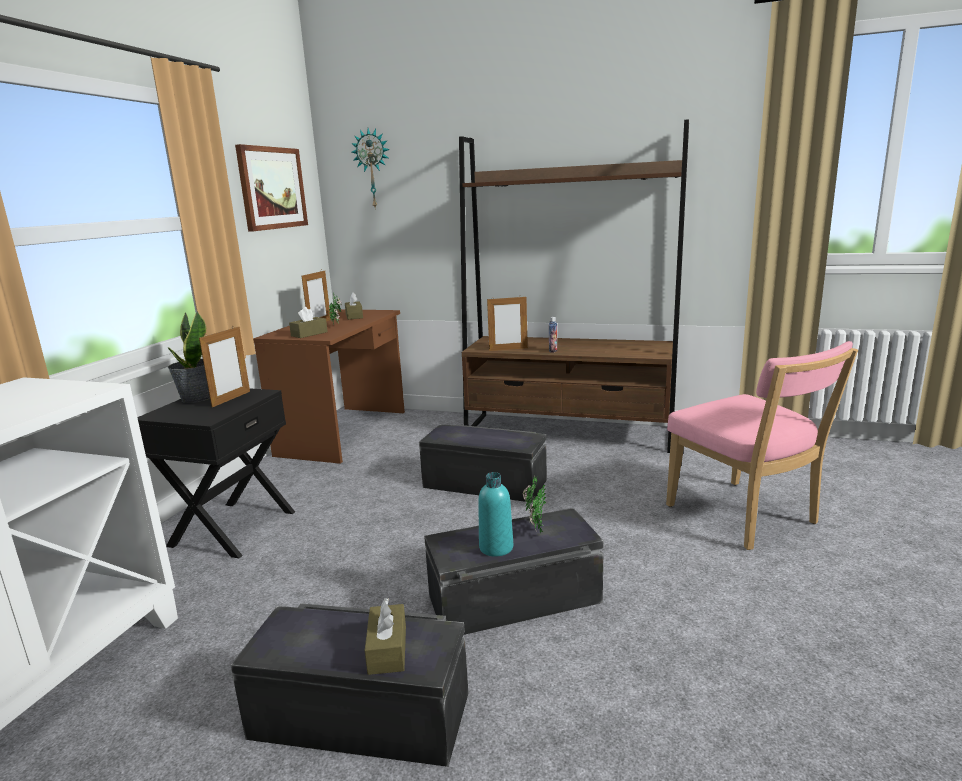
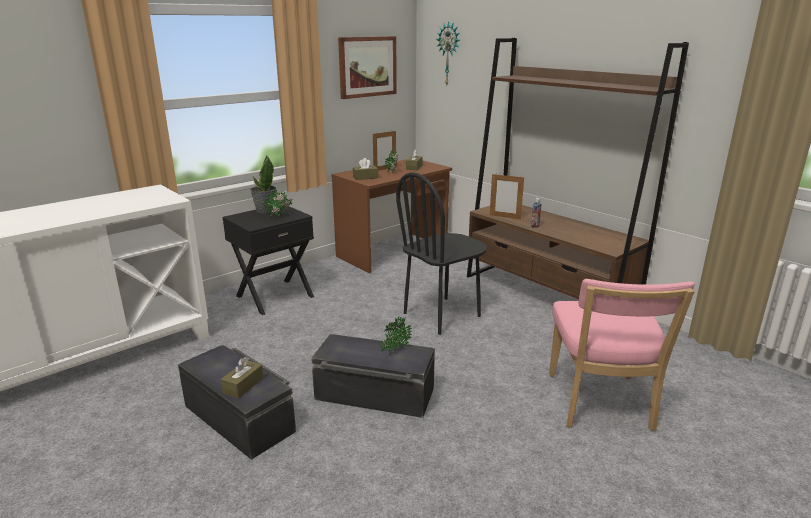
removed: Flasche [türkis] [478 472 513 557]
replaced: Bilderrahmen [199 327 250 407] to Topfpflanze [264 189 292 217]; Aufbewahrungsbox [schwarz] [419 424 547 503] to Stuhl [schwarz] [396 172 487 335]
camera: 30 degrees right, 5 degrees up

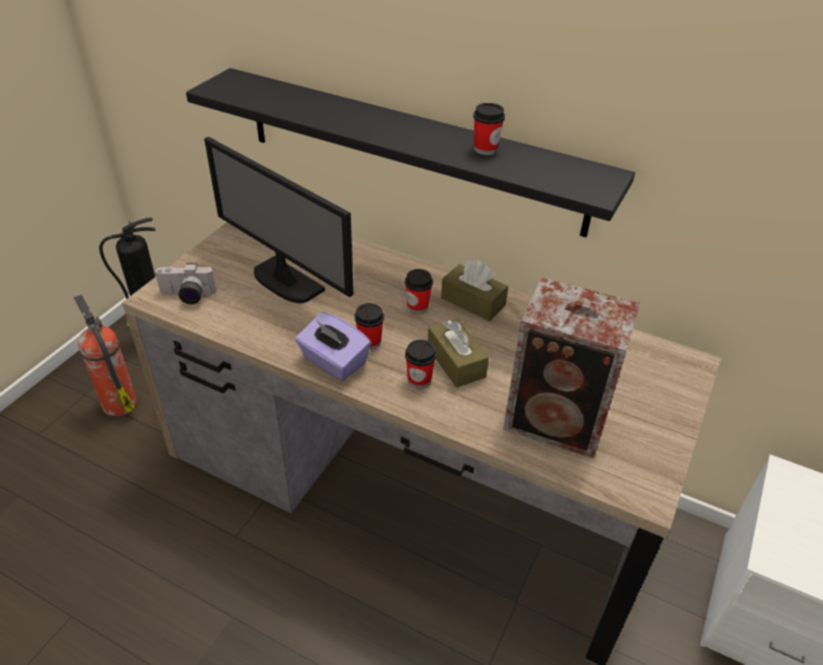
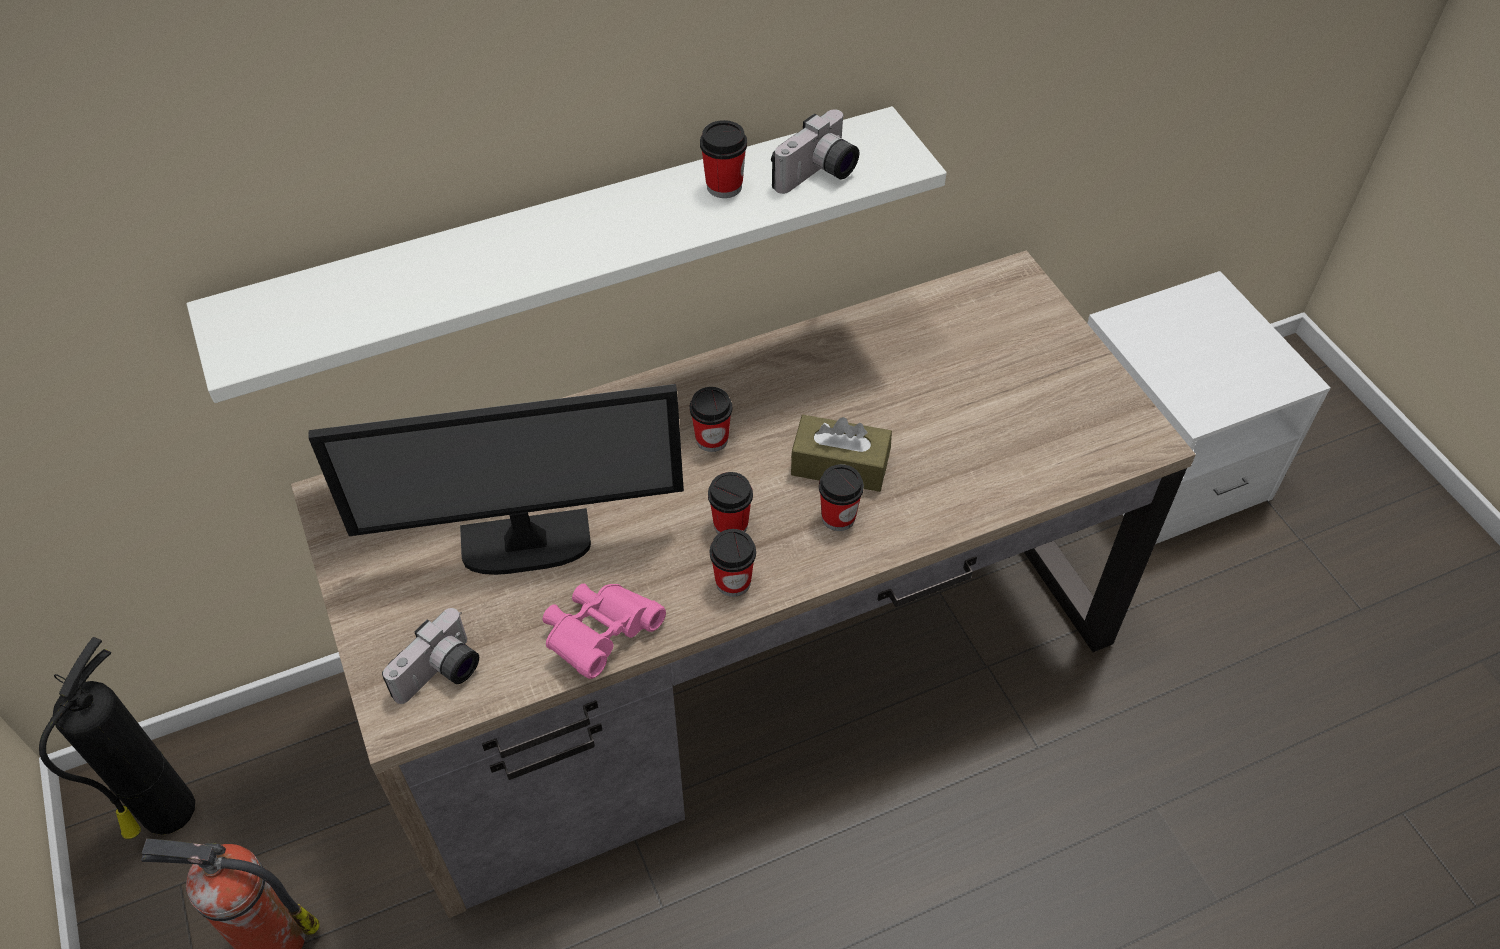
removed: Taschentuchbox [braun] [441 260 508 321]; Lautsprecher [503 277 640 458]
added: Fernglas [rosa] [543 583 666 679]; Kamera [771 109 859 194]
replaced: Taschentuchbox [lila] [295 312 371 381] to Tasse [710 529 756 597]
recoloured: Wandregal [schwarz] [186 68 635 237] to Wandregal [weiß] [187 106 947 403]
camera: 50 degrees left, 10 degrees up

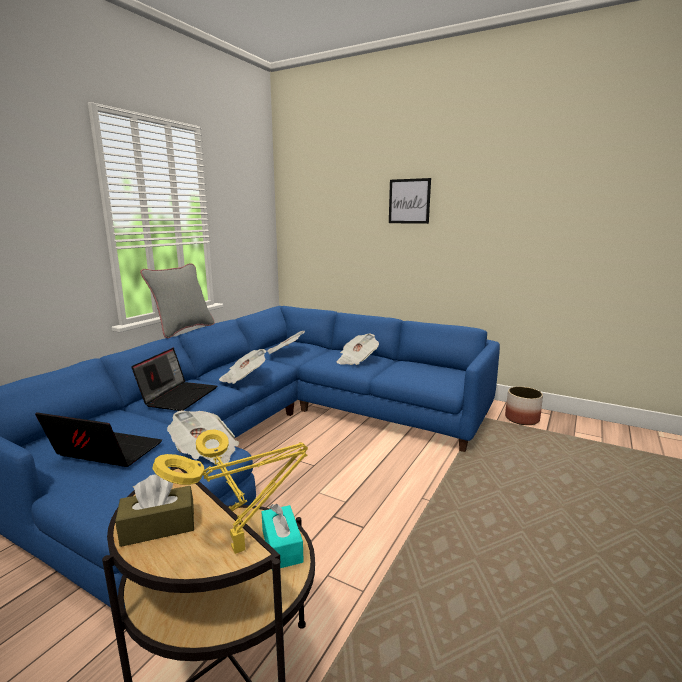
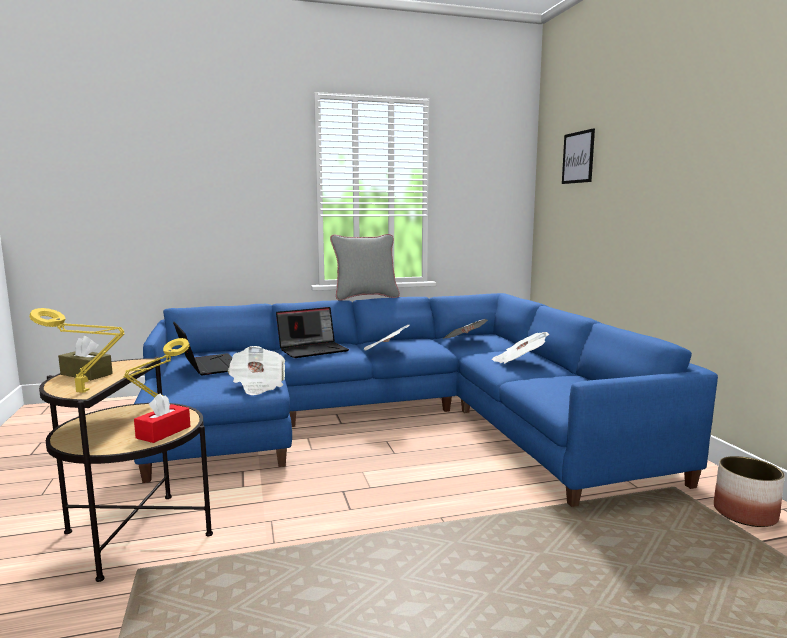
moved: Bild [389 178 431 224] to [562 128 595 184]
recoloured: Taschentuchbox [türkis] [262 504 304 568] to Taschentuchbox [rot] [134 393 190 443]
camera: 45 degrees right, 5 degrees down

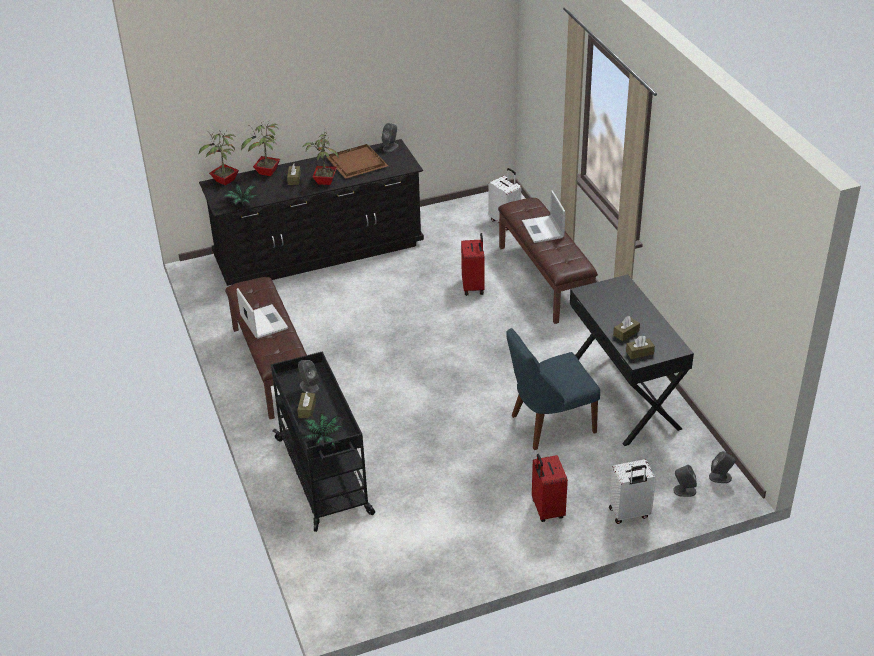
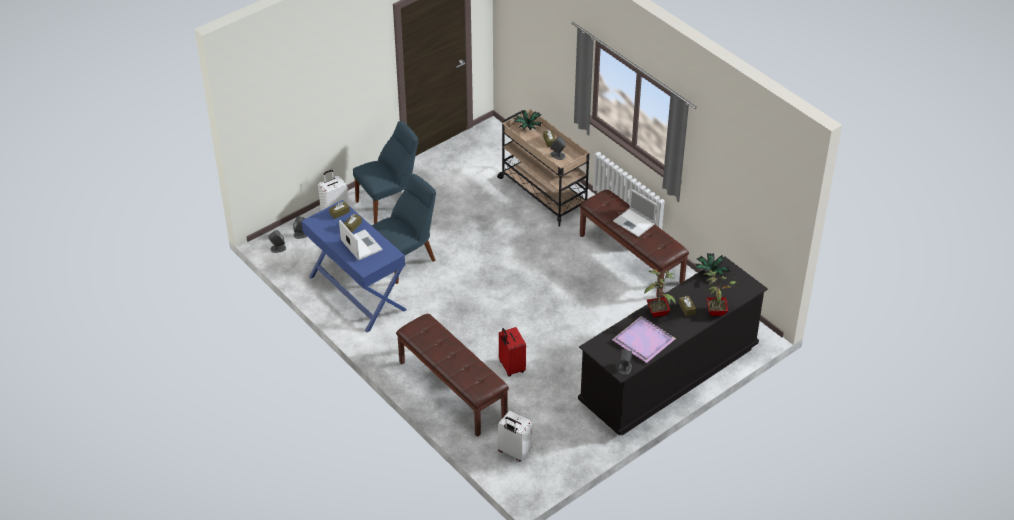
removed: Topfpflanze [199 130 239 186]
moved: Laptop [522 190 566 243] to [339 220 382 260]
replaced: Koffer [rot] [532 454 568 522] to Stuhl [blau] [353 121 418 224]
recoloured: Rollwagen [schwarz] [271 351 375 532] to Rollwagen [beige] [497 109 589 226]; Tablett [braun] [326 144 388 179] to Tablett [lila] [612 316 676 363]; Schreibtisch [schwarz] [570 274 694 446] to Schreibtisch [blau] [301 200 407 332]
camera: 160 degrees right, 5 degrees up

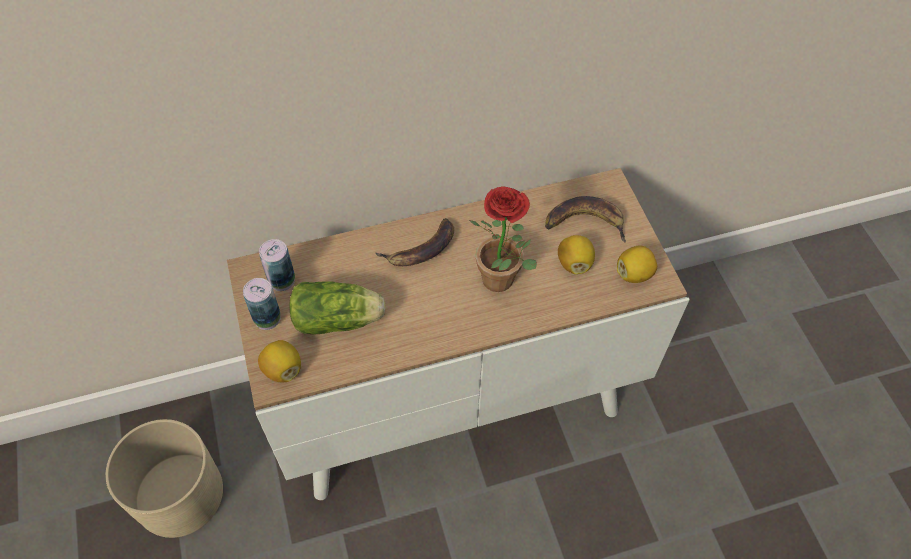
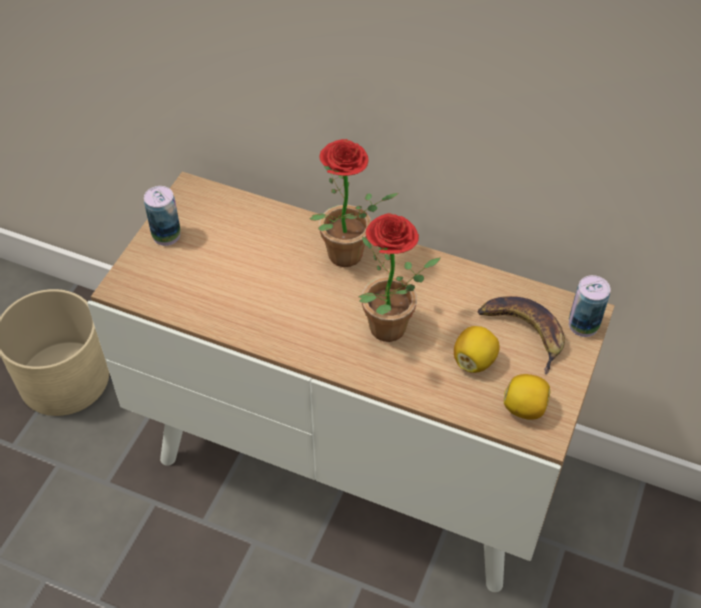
removed: Zitrone [258 340 301 382]; Salatkopf [290 281 386 335]
moved: Dose [259 239 295 291] to [569 275 611 337]
replaced: Banane [376 218 454 266] to Topfpflanze [309 139 398 267]
camera: 40 degrees right, 5 degrees down

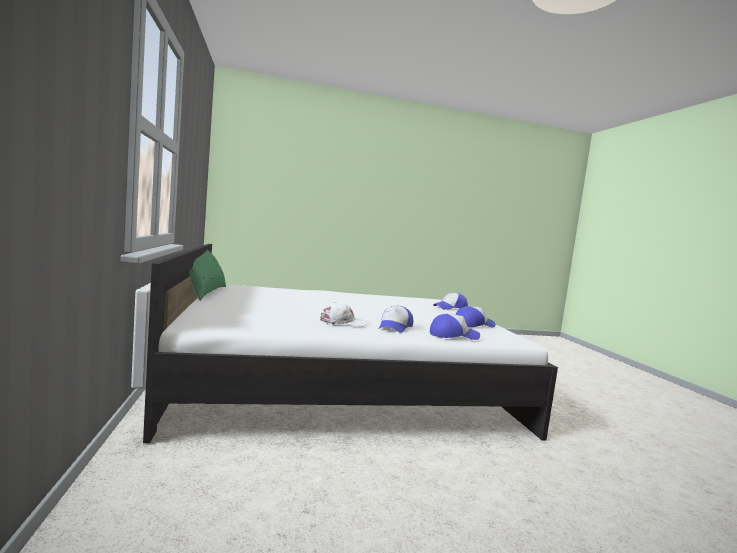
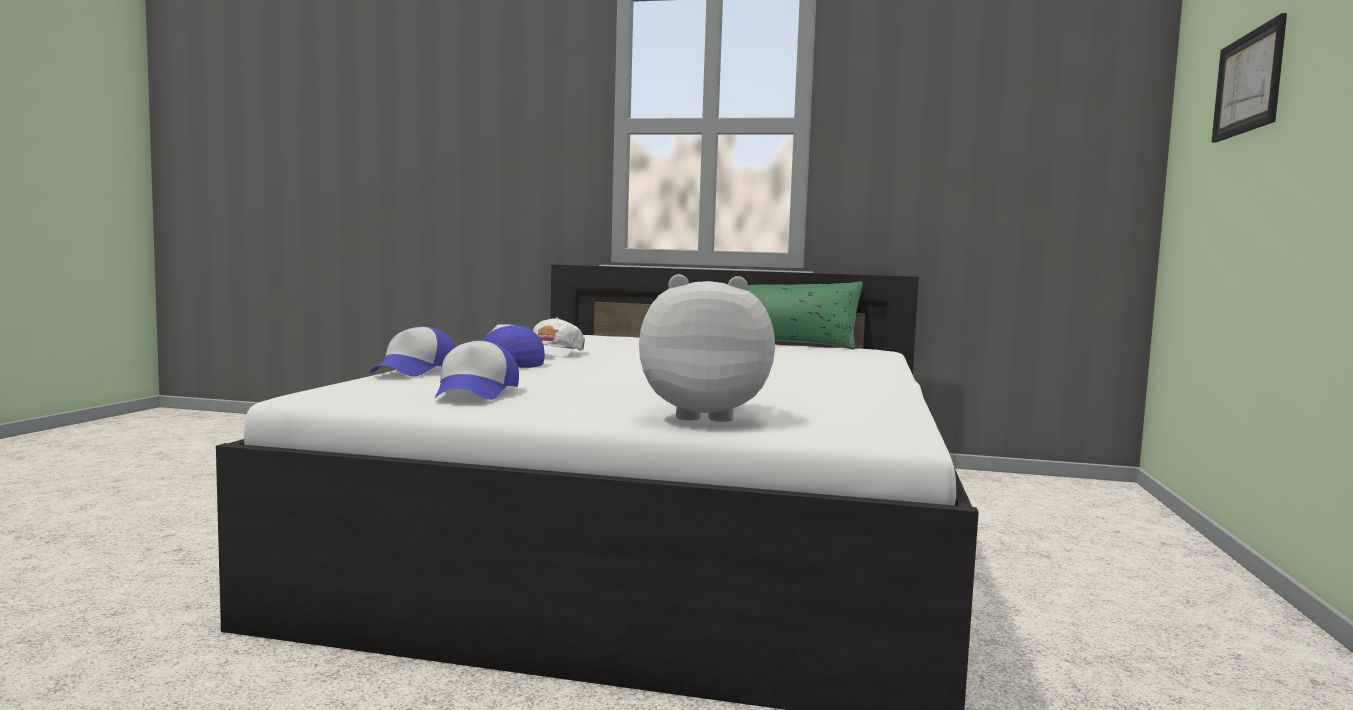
added: Bild [1212 13 1287 143]
replaced: Kappe [433 293 468 310] to Plüschtier [639 274 775 422]
camera: 115 degrees right, 0 degrees up

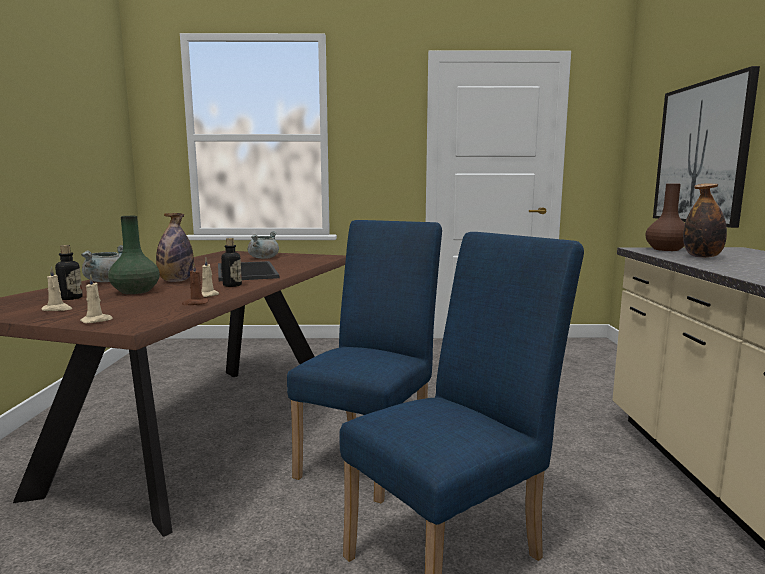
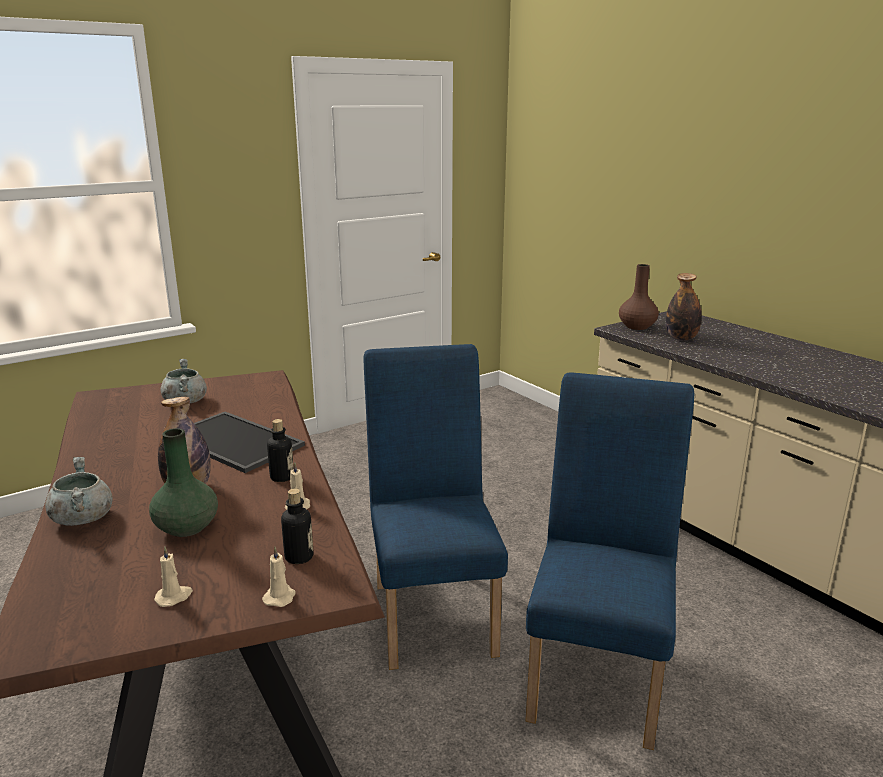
removed: Kerze [braun] [182 263 209 305]; Bild [653 66 760 228]
moved: Flasche [55 245 83 300] to [281 489 313 564]
camera: 35 degrees left, 10 degrees up

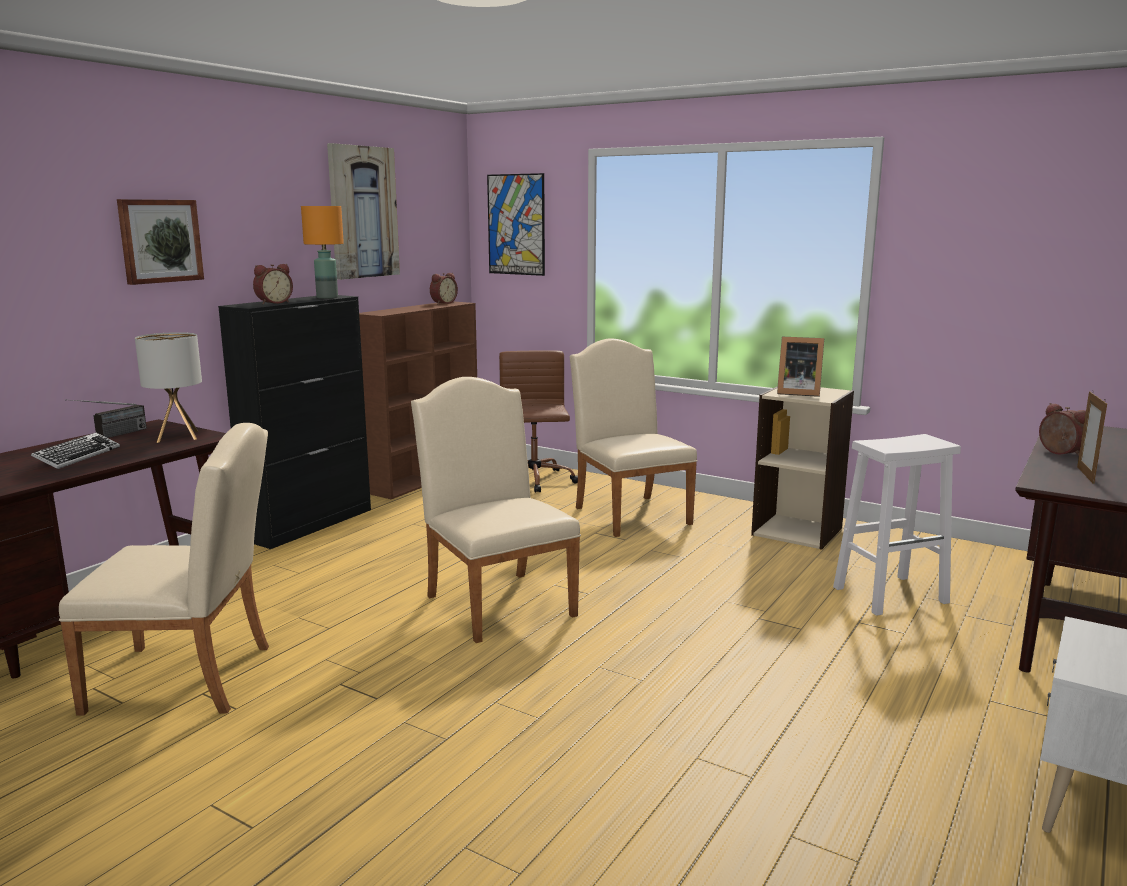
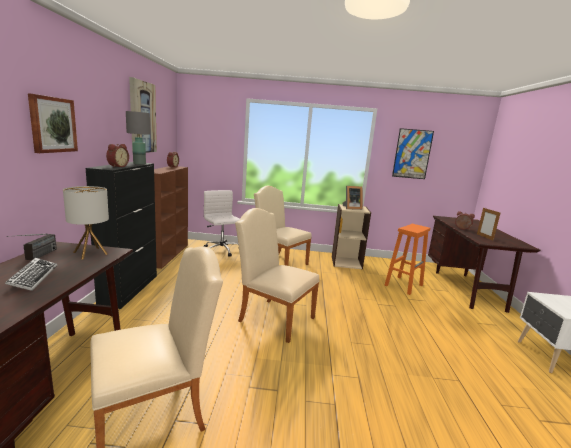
moved: Bild [487 173 545 276] to [392 128 434 179]
recoloured: Tischlampe [orange] [301 206 344 299] to Tischlampe [grau] [126 111 150 165]; Bürostuhl [braun] [499 350 578 493] to Bürostuhl [weiß] [204 190 240 257]; Hocker [weiß] [833 434 961 616] to Hocker [orange] [385 224 430 295]
camera: 30 degrees left, 0 degrees up

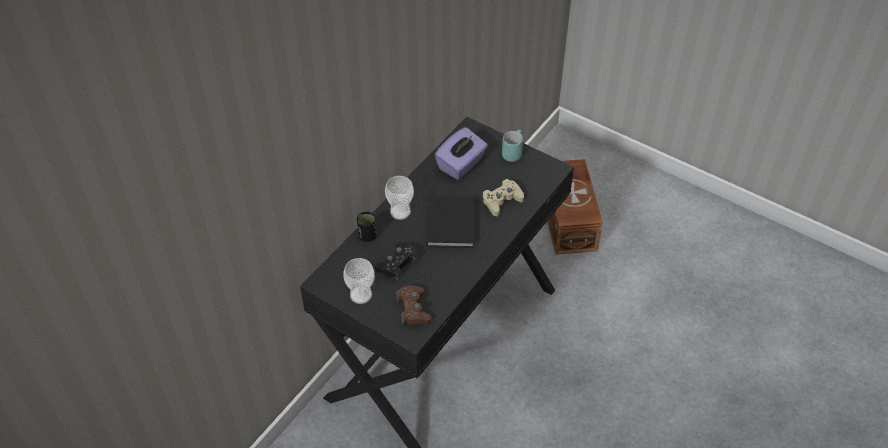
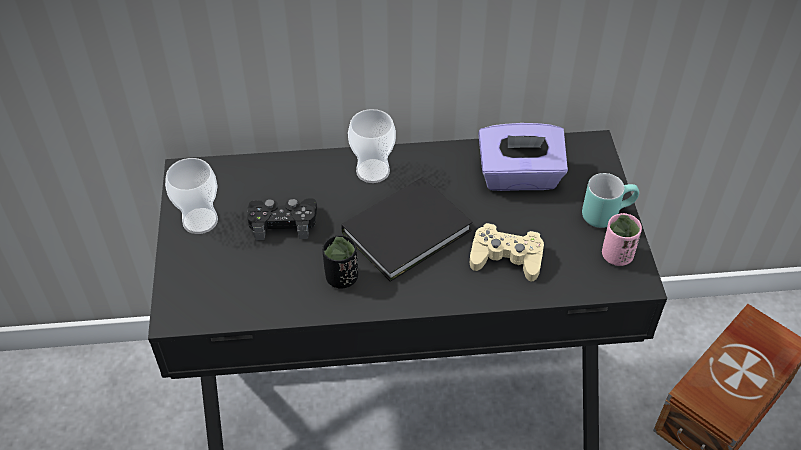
removed: Gamepad [braun] [396 285 431 325]
added: Tasse [rosa] [602 213 642 266]
moved: Tasse [schwarz] [357 212 377 242] to [322 235 358 289]
camera: 50 degrees right, 0 degrees up

